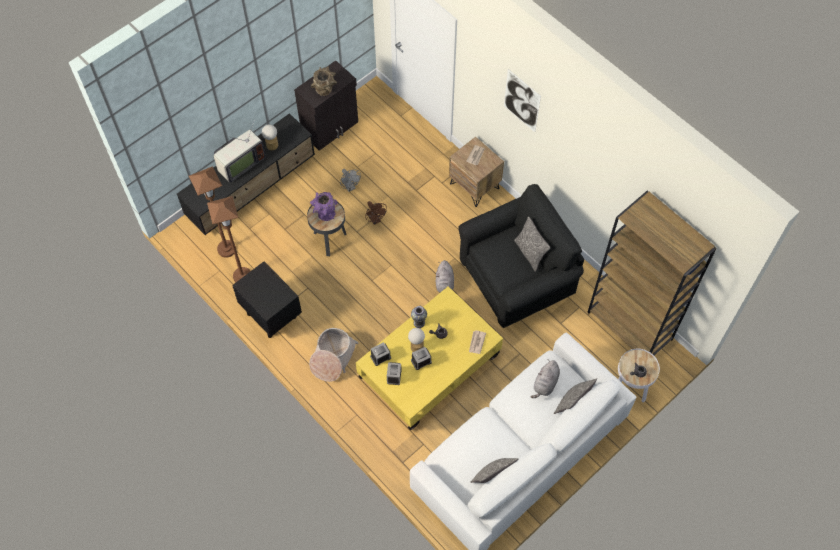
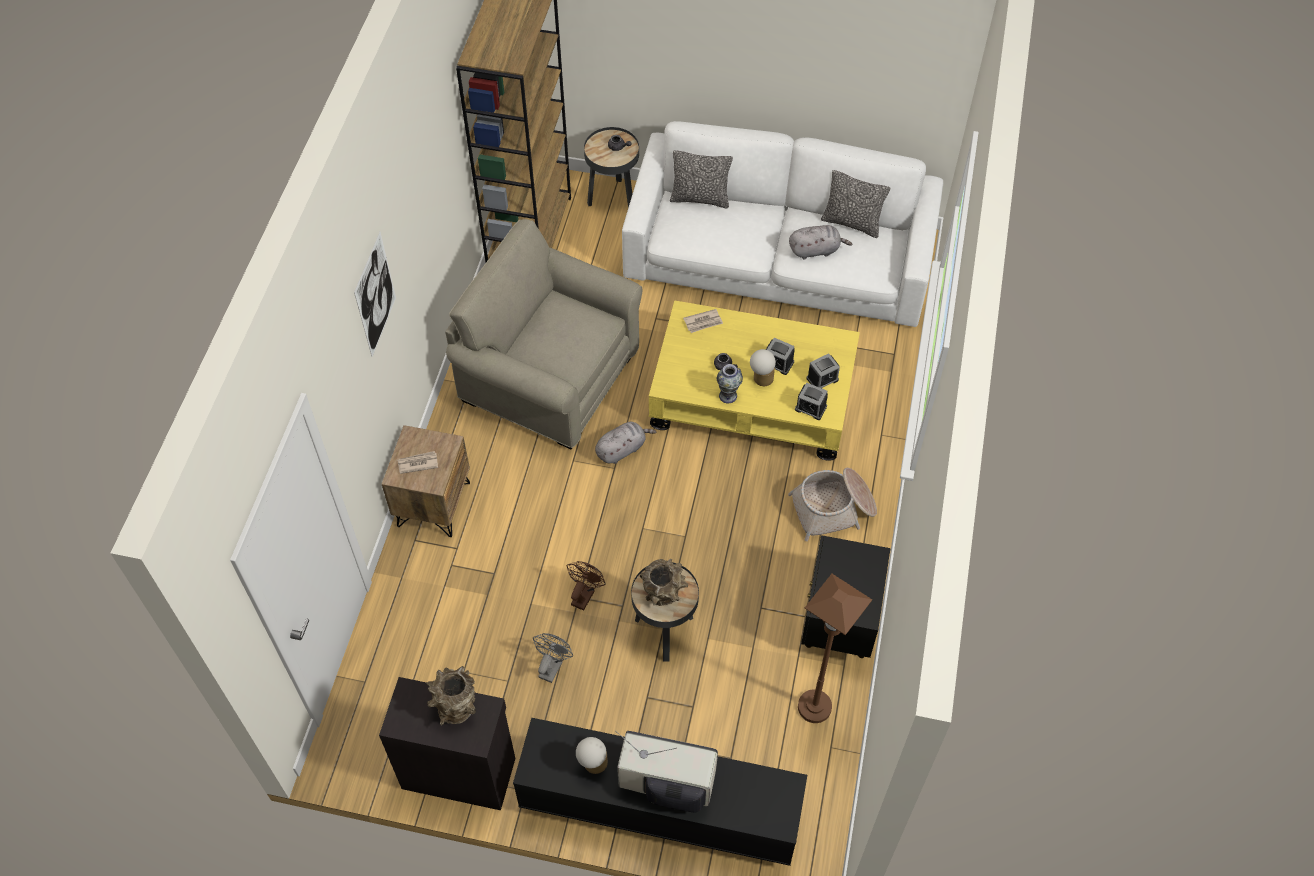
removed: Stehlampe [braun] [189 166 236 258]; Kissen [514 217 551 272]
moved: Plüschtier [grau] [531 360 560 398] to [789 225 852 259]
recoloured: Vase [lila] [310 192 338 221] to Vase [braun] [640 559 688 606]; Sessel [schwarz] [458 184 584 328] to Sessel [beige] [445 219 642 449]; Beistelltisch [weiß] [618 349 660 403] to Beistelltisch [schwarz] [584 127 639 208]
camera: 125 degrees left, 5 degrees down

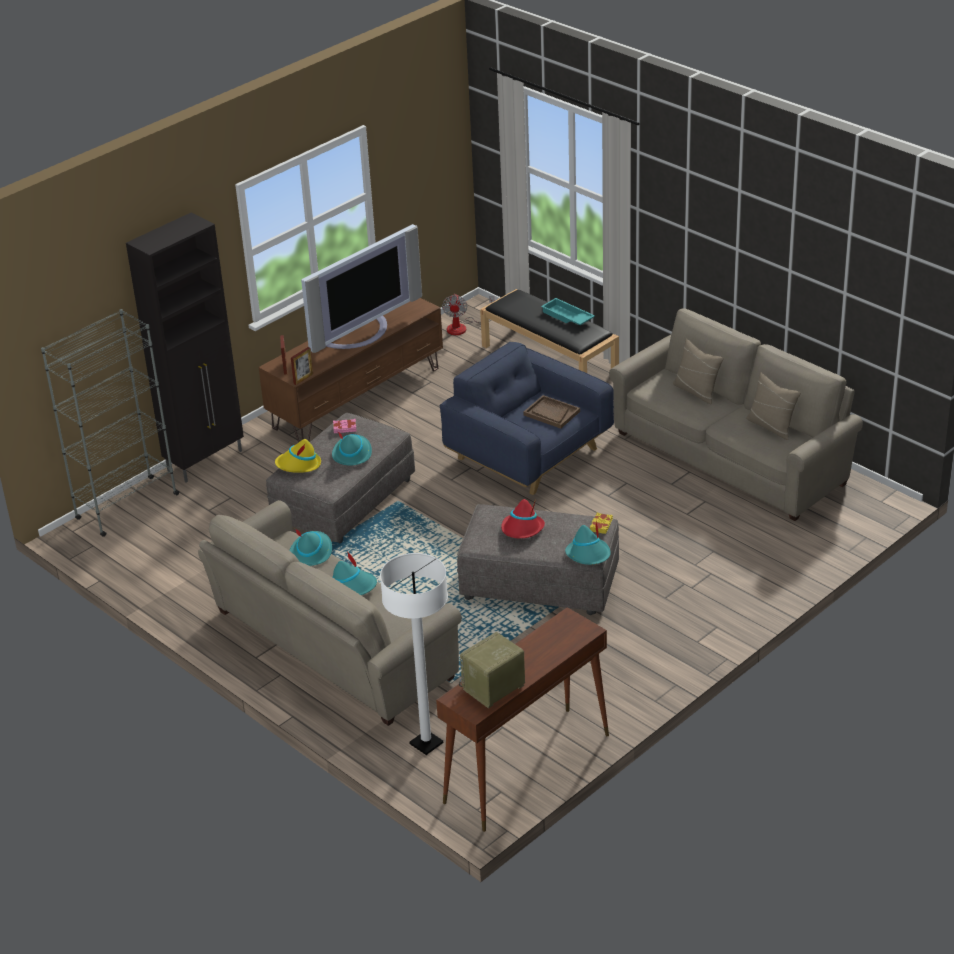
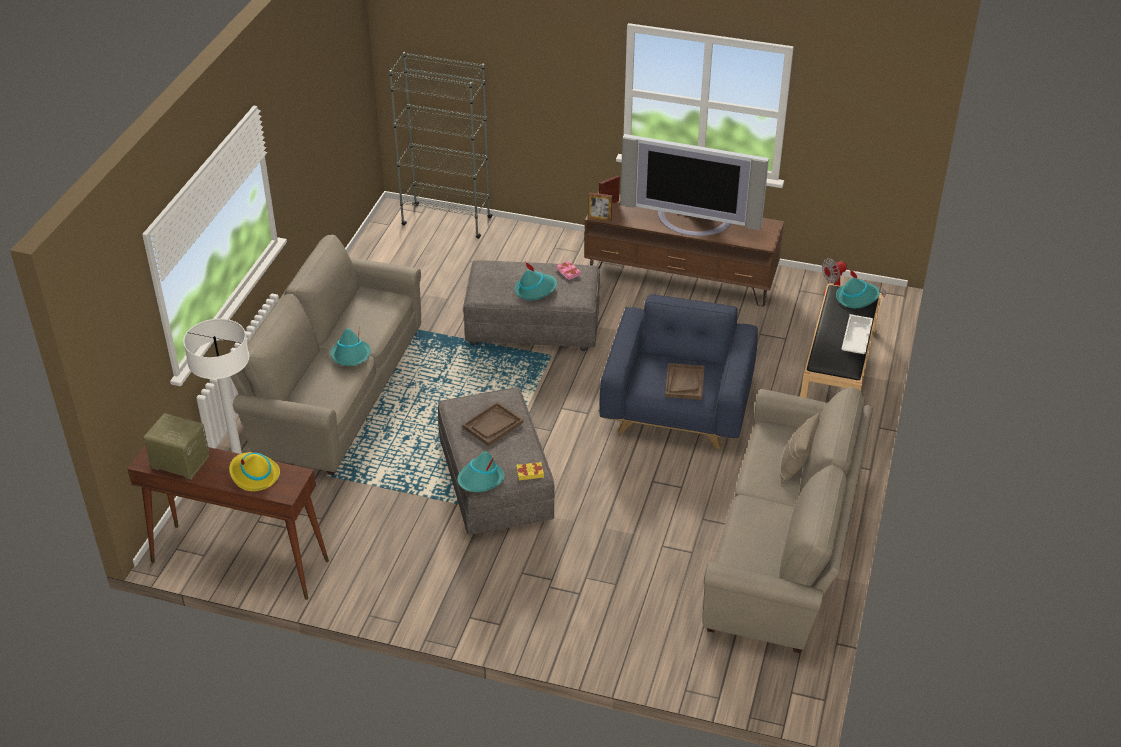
removed: Schrank [schwarz] [126 213 244 482]; Kissen [beige] [746 372 801 440]
moved: Hut [gelb] [275 439 321 473] to [229 452 280 491]; Hut [türkis] [289 529 332 566] to [836 269 880 308]
replaced: Hut [rot] [501 499 545 538] to Tablett [braun] [462 401 524 446]
recoloured: Tablett [türkis] [541 298 595 325] to Tablett [weiß] [841 314 873 354]
camera: 60 degrees right, 5 degrees up

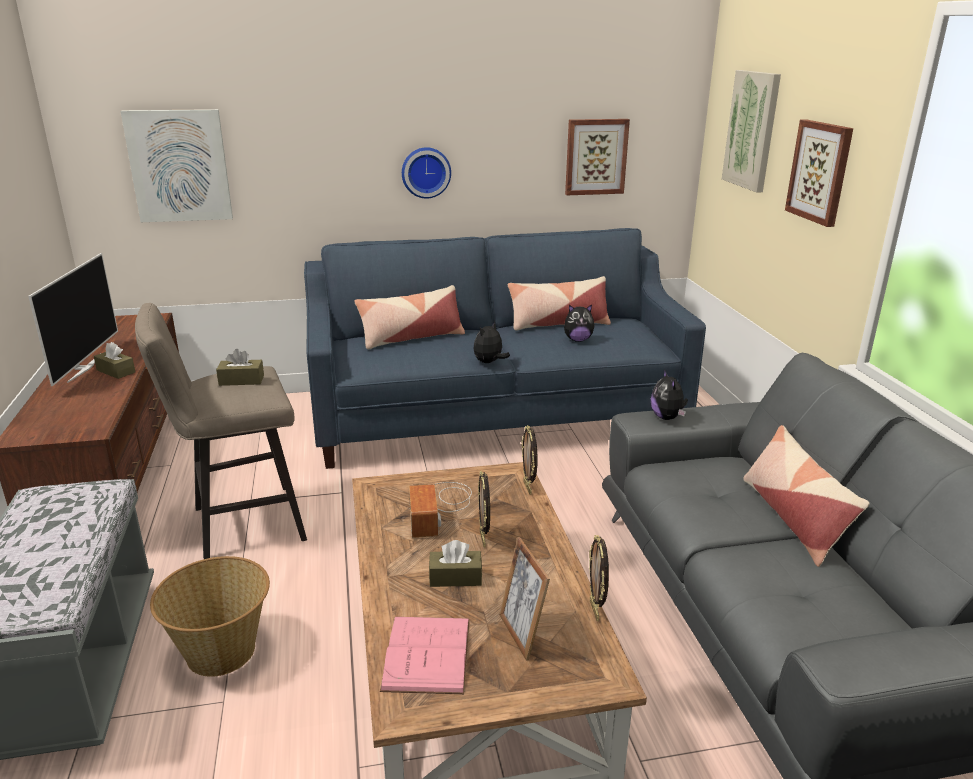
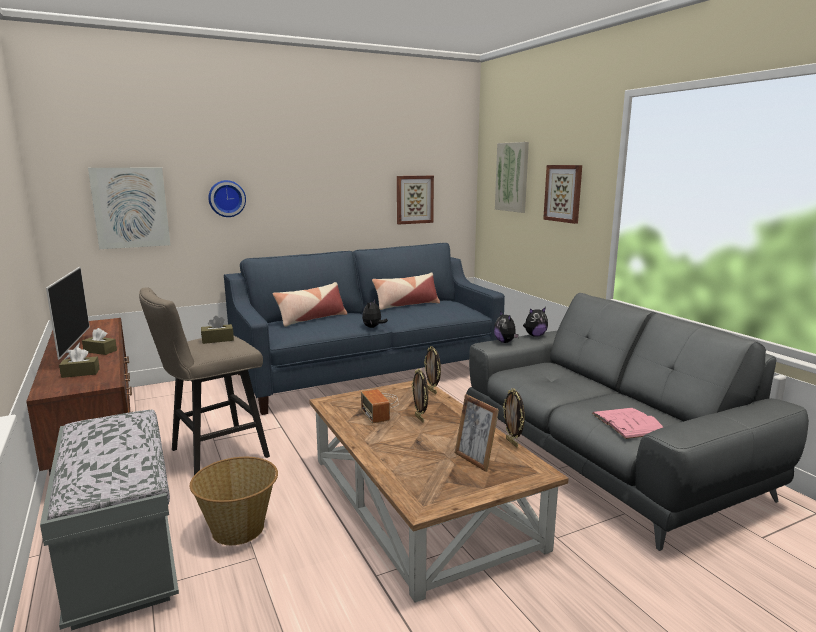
removed: Kissen [743 425 870 567]
moved: Buch [rosa] [380 617 470 694] to [592 408 663 439]; Wanduhr [402 147 451 198] to [208 180 246 217]; Taschentuchbox [braun] [429 540 482 587] to [59 347 100 378]; Plüschtier [564 305 595 342] to [523 307 548 337]
camera: 15 degrees left, 10 degrees down

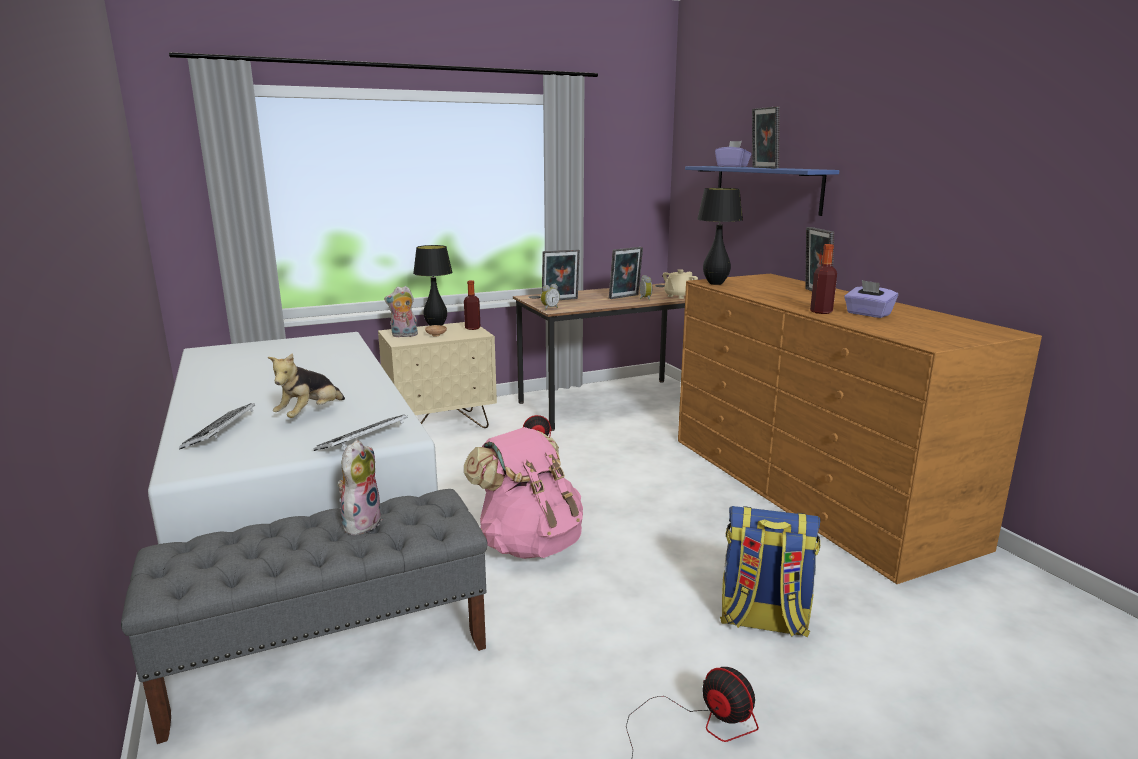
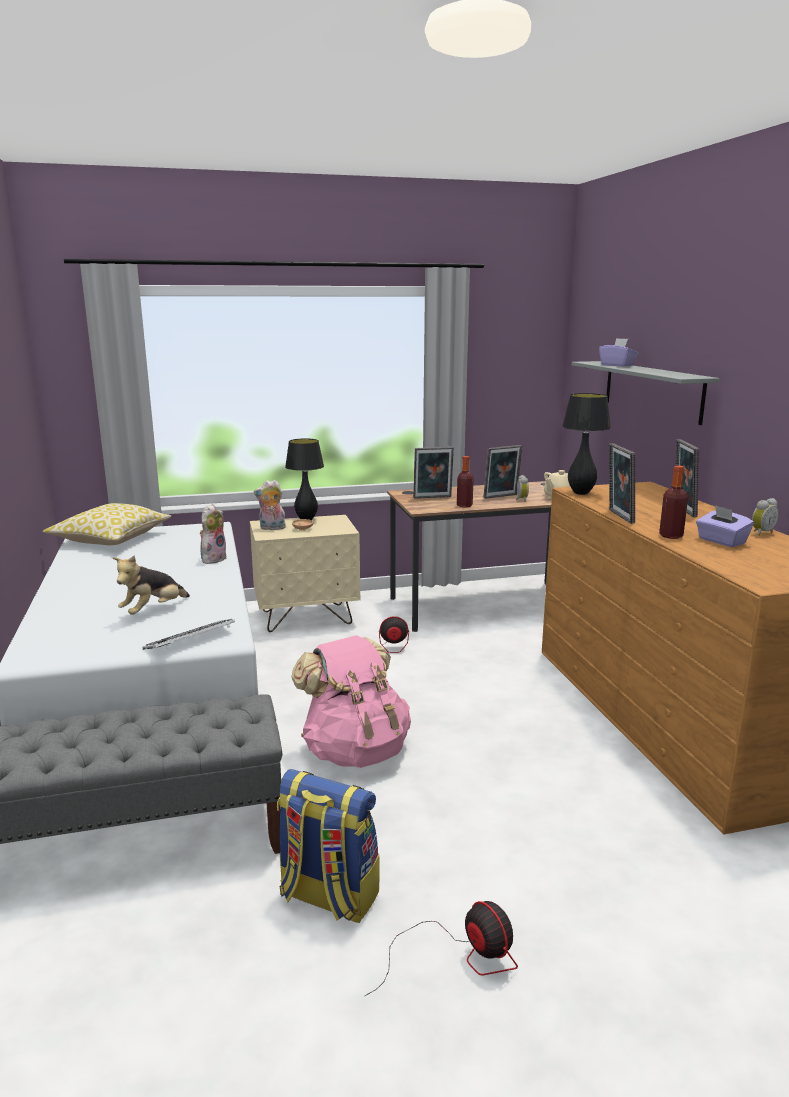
removed: Tastatur [179 403 255 450]
added: Kissen [43 503 171 545]
moved: Plüschtier [337 440 383 535] to [200 504 227 564]; Flasche [464 280 481 330] to [457 456 474 508]; Wecker [541 284 560 310] to [752 498 779 536]; Rucksack [720 506 821 637] to [277 769 380 923]; Bilderrahmen [752 106 780 168] to [609 443 635 524]
recoloured: Wandregal [blau] [685 166 840 216] to Wandregal [grau] [572 361 720 425]
camera: 10 degrees right, 0 degrees up

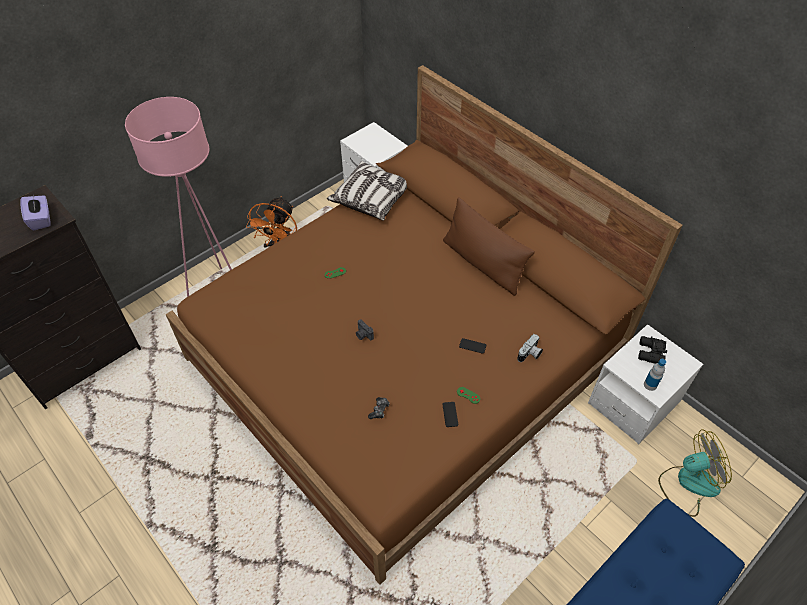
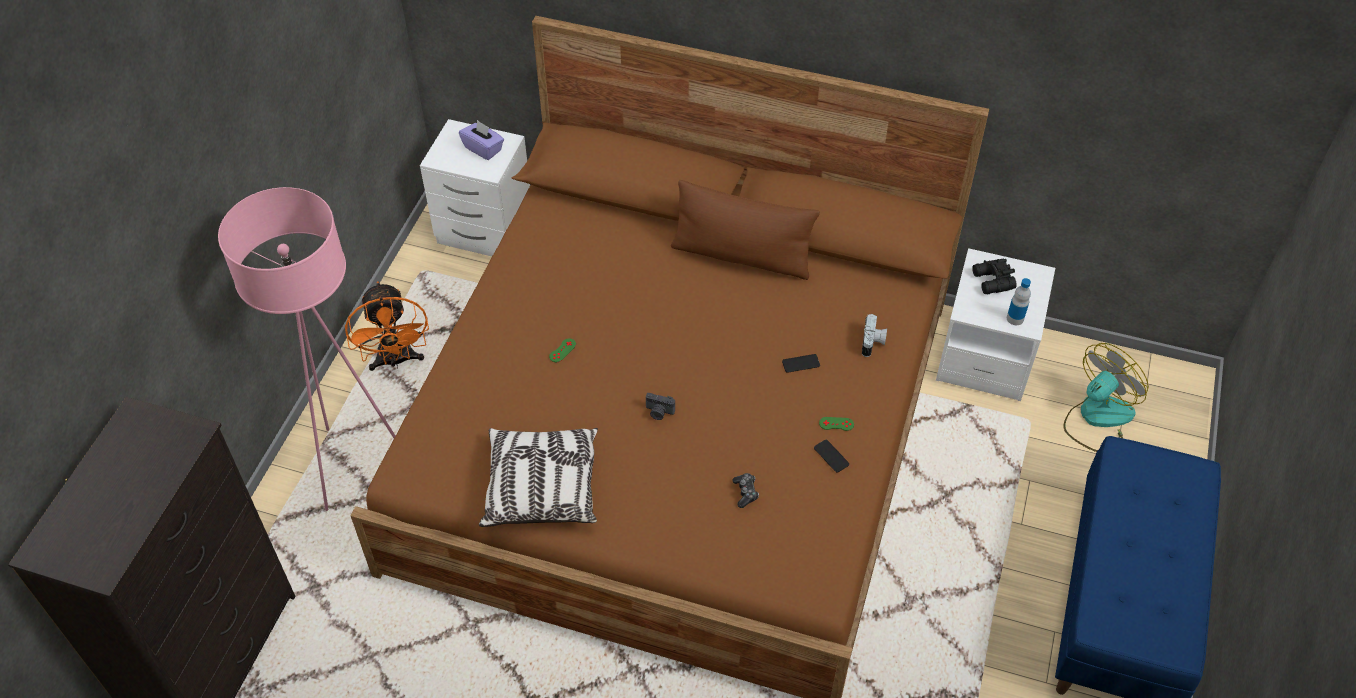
moved: Taschentuchbox [lila] [20 196 51 230] to [459 120 504 160]; Kissen [327 161 407 221] to [479 428 598 527]
camera: 30 degrees left, 0 degrees up

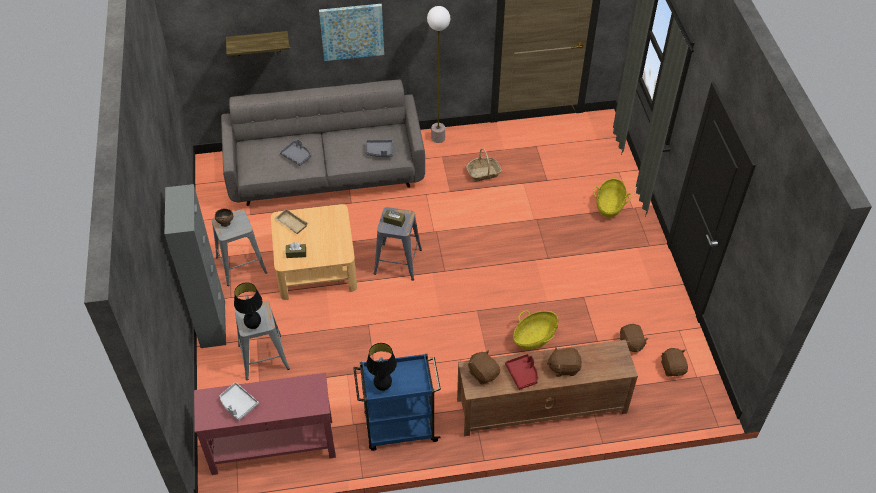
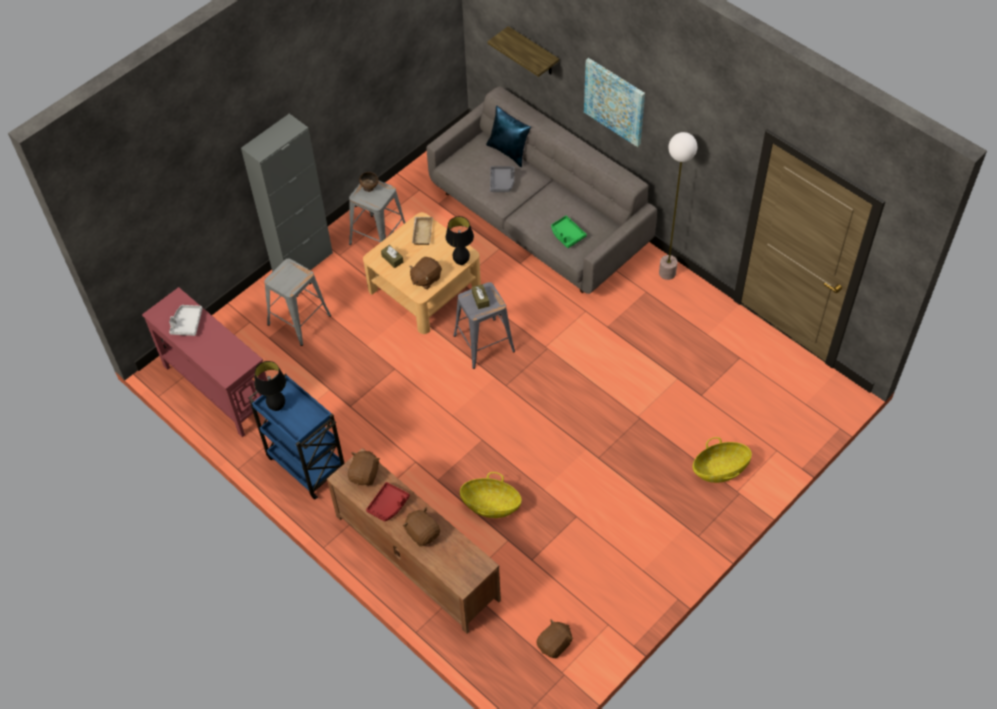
removed: Korb [466 149 502 182]
added: Kissen [blau] [486 105 531 167]
moved: Tischlampe [schwarz] [234 283 262 329] to [446 216 474 265]; Plüschtier [braun] [620 324 648 353] to [409 257 442 289]
recoloured: Tablett [grau] [365 140 393 157] to Tablett [grün] [551 216 587 248]
camera: 55 degrees right, 5 degrees up

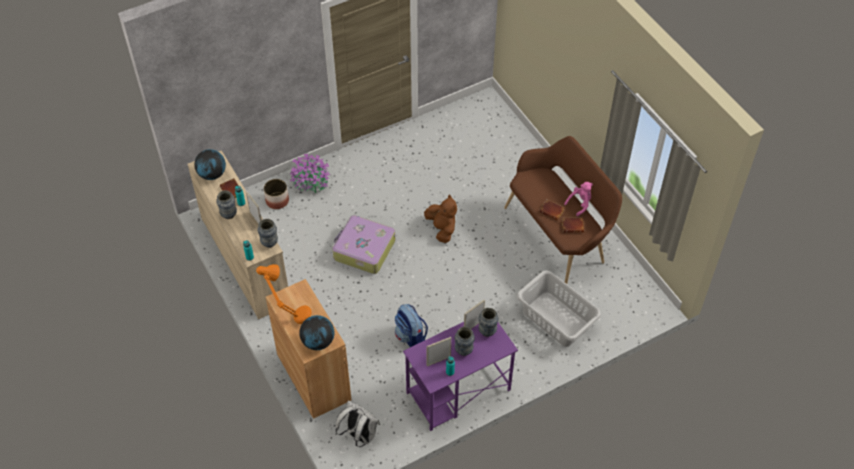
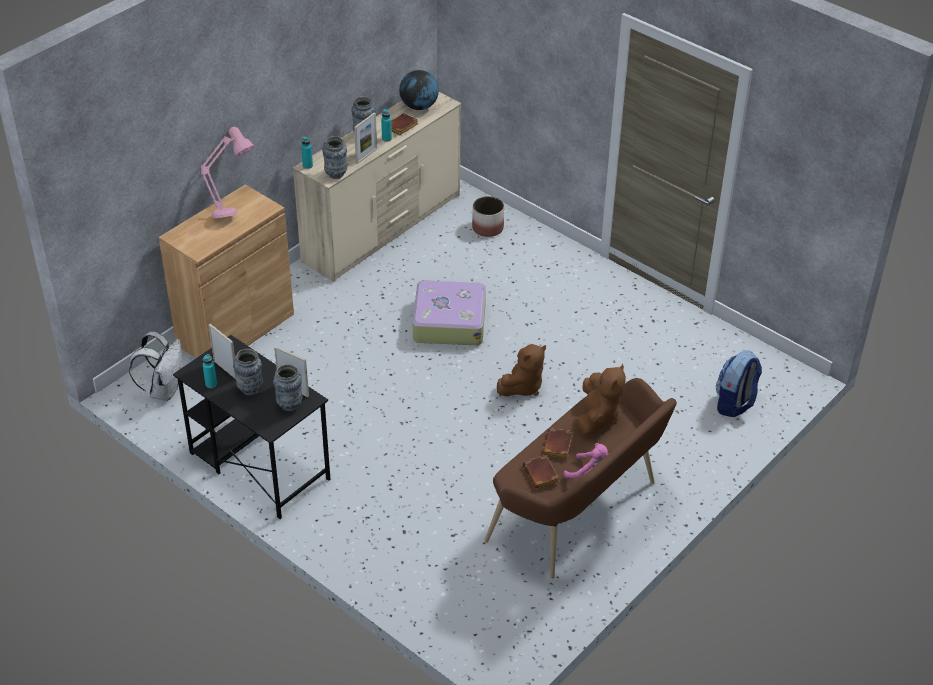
removed: Topfpflanze [290 153 331 193]; Globus [299 315 334 350]; Wäschekorb [grau] [517 270 601 347]
added: Plüschtier [braun] [575 364 626 435]
moved: Rucksack [395 304 428 347] to [716 350 762 417]
recoloured: Tischlampe [orange] [256 264 312 324] to Tischlampe [rosa] [201 127 254 218]; Schreibtisch [lila] [403 322 518 431] to Schreibtisch [schwarz] [173 335 331 519]
camera: 70 degrees right, 10 degrees down

